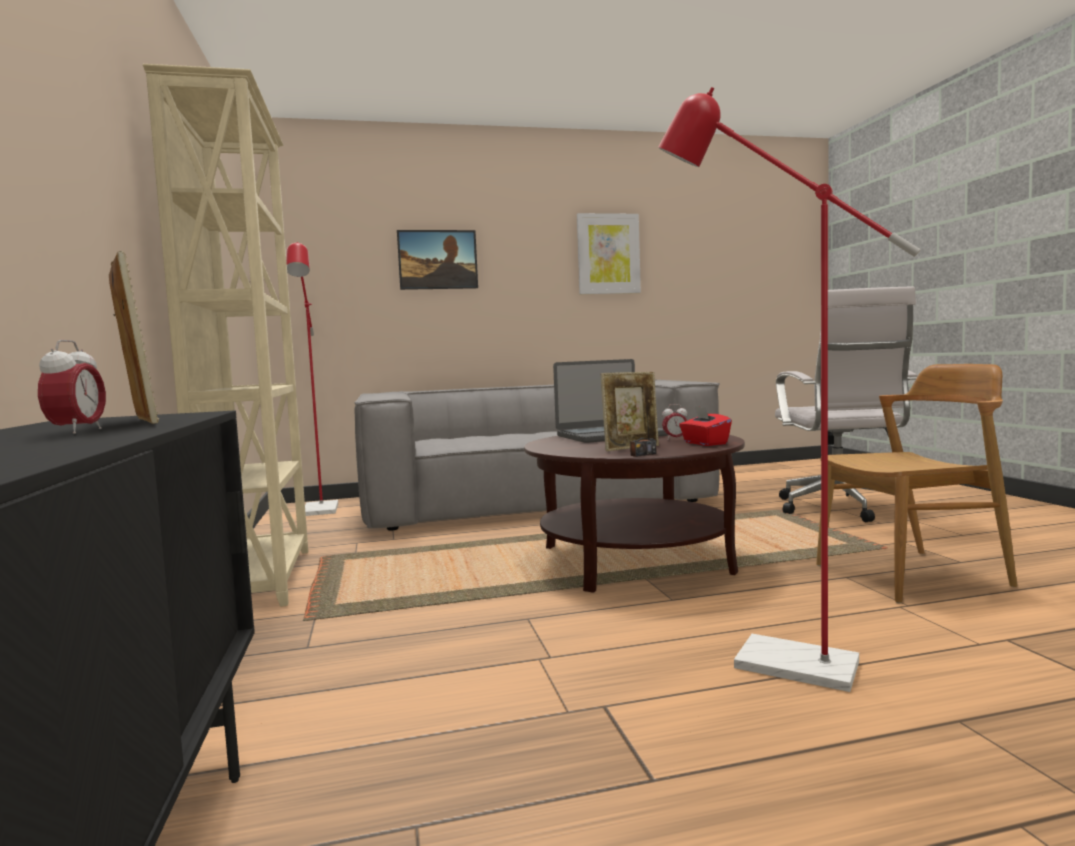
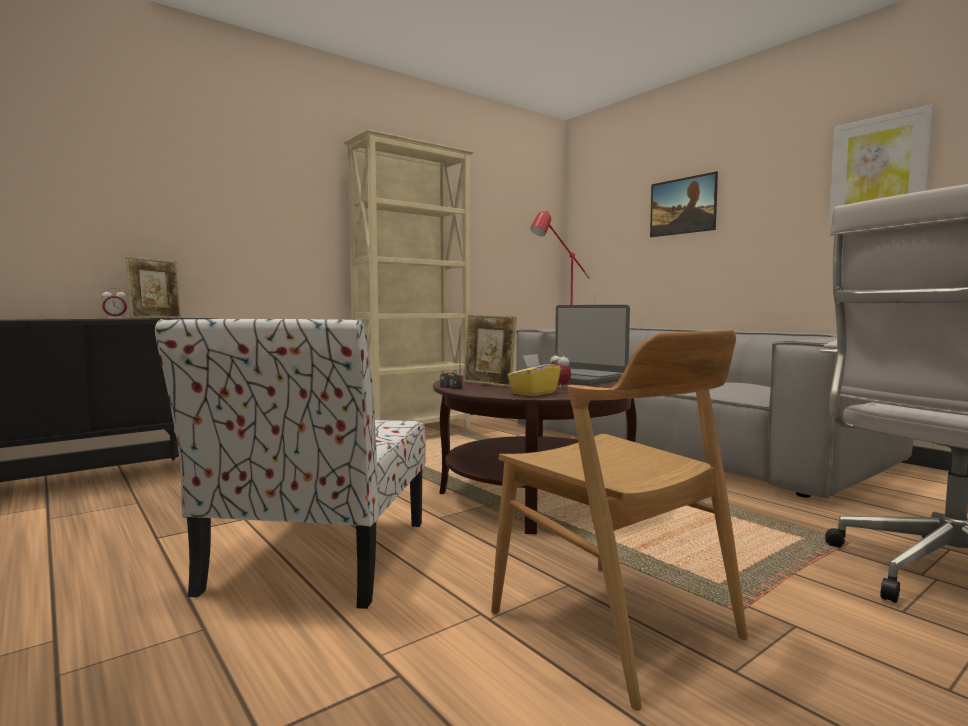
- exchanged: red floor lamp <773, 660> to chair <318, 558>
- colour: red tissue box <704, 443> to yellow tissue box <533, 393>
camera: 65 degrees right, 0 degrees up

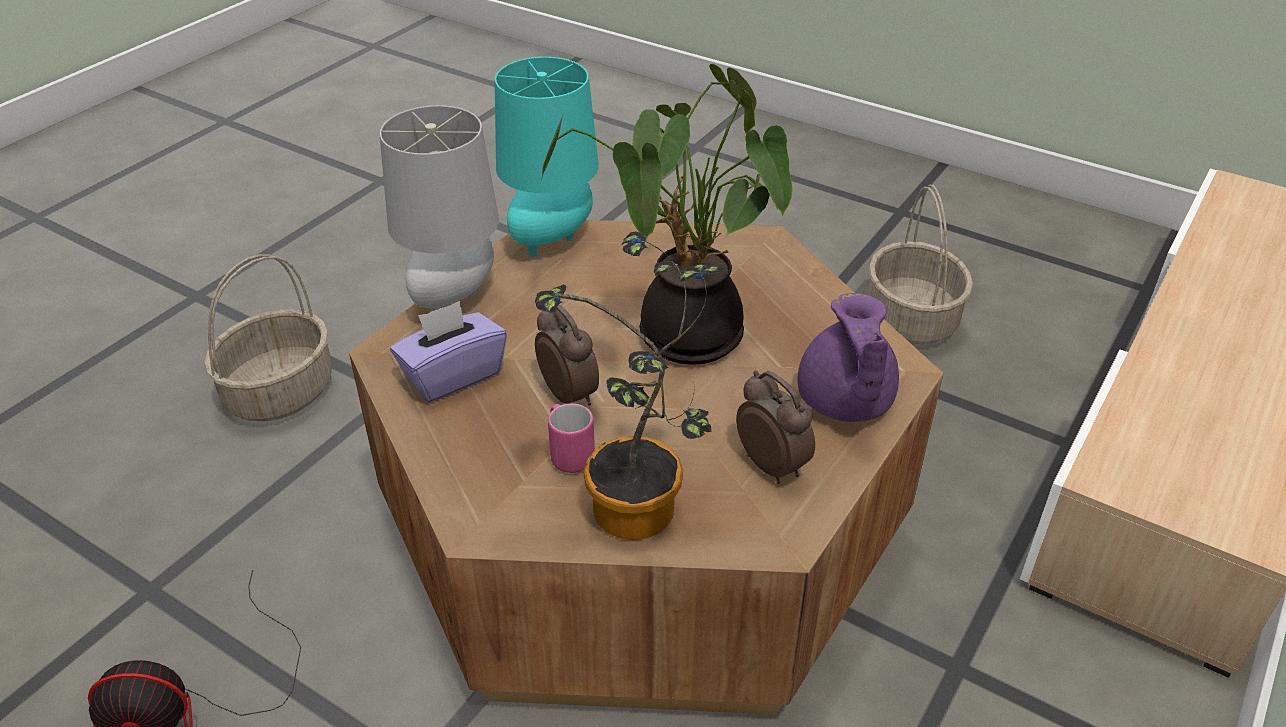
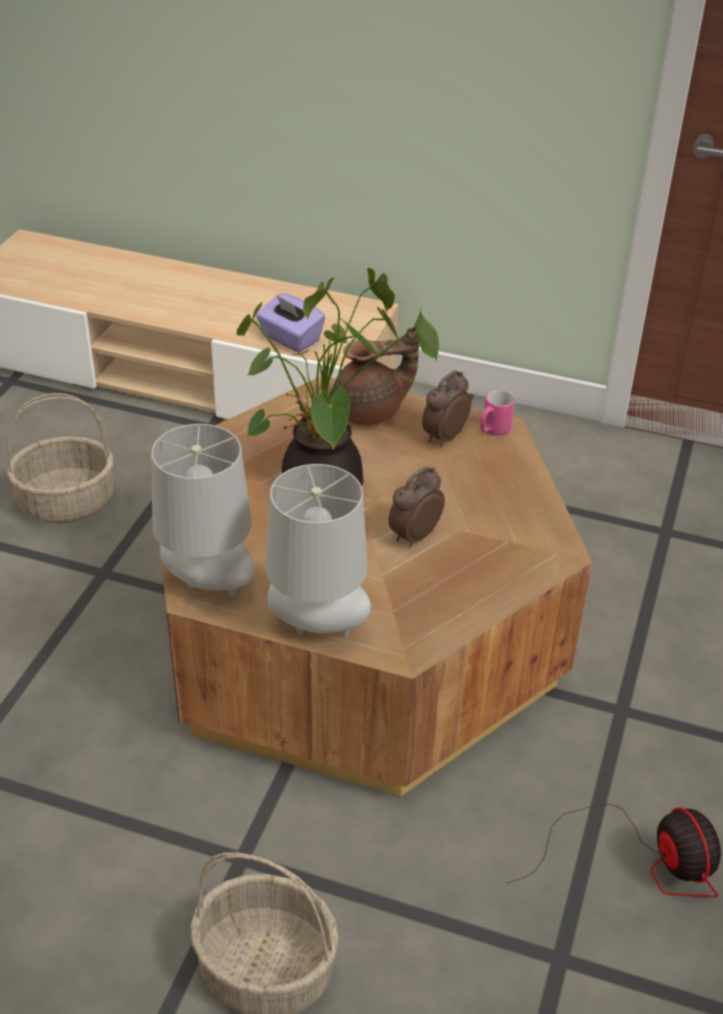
- colour: turquoise table lamp <552, 241> to grey table lamp <206, 586>
- missing: potted plant <639, 519>
- colour: purple teapot <844, 403> to brown teapot <370, 412>
- relocated: purple tissue box <452, 375> to <290, 339>
- relocated: pink mug <568, 454> to <493, 430>
camera: 105 degrees left, 0 degrees up

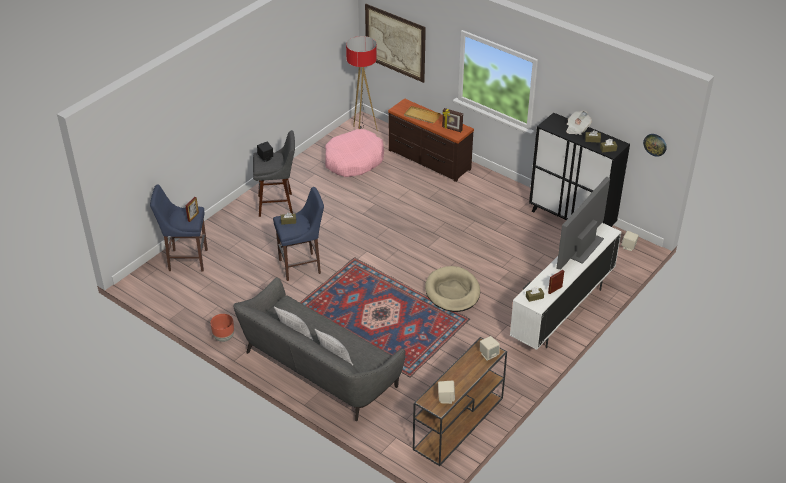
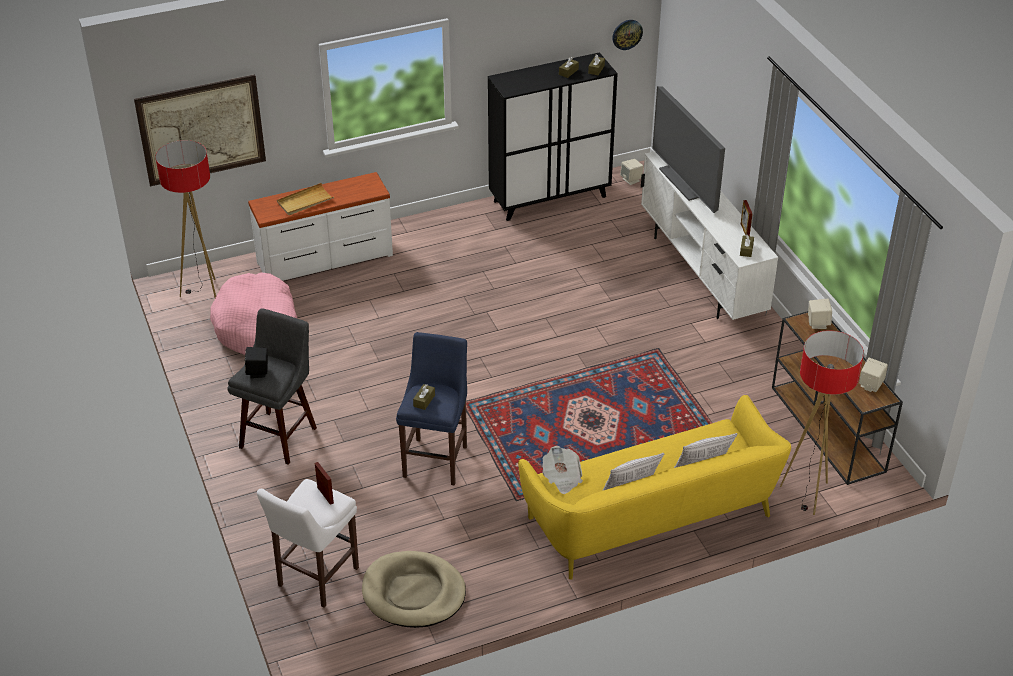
- colour: brown dresser <428, 160> to white dresser <325, 260>
- missing: picture frame <452, 129>
- relocated: newspaper <577, 129> to <562, 478>
- colour: blue stool <185, 260> to white stool <315, 579>
- relocated: beige dog bed <452, 291> to <413, 593>
- colour: grey sofa <318, 369> to yellow sofa <653, 518>
- missing: brown planter <223, 337>
- appeared: floor lamp <806, 494>
camera: 60 degrees left, 0 degrees up

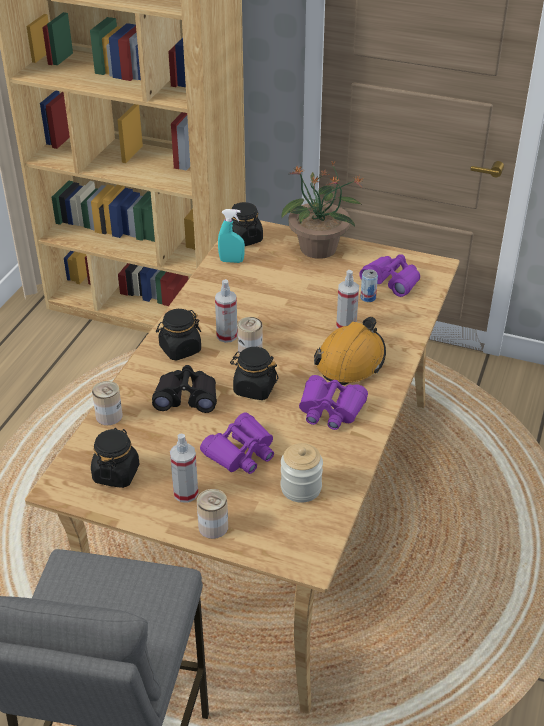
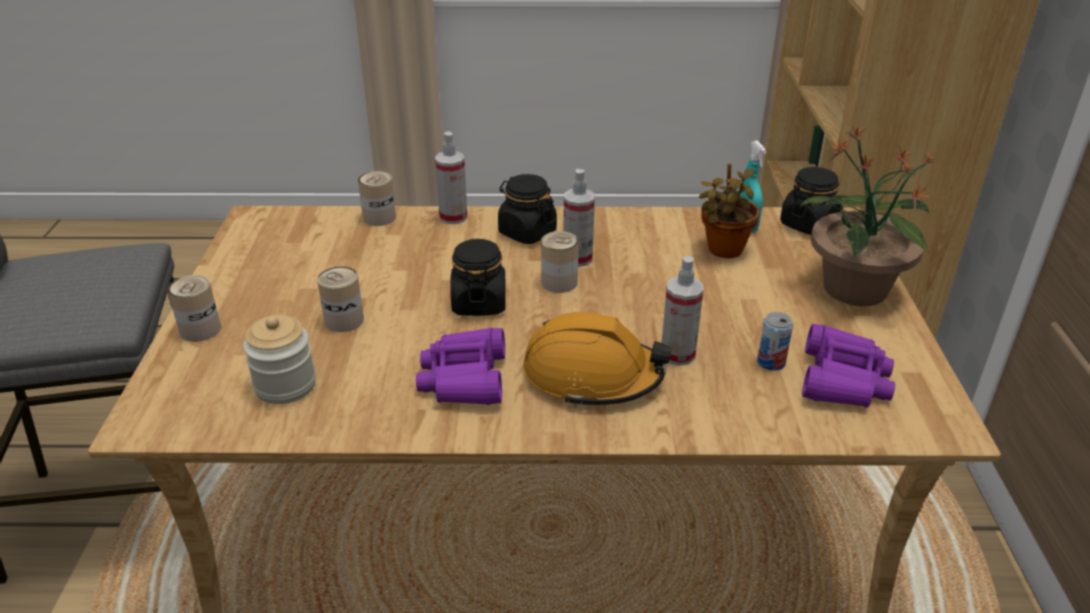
- missing: black binoculars <186, 397>
- exchanged: purple binoculars <241, 452> to can <344, 320>
- missing: black jar <116, 473>
- relocated: spray bottle <186, 493> to <453, 217>
- appeared: potted plant <723, 251>
camera: 70 degrees right, 5 degrees down

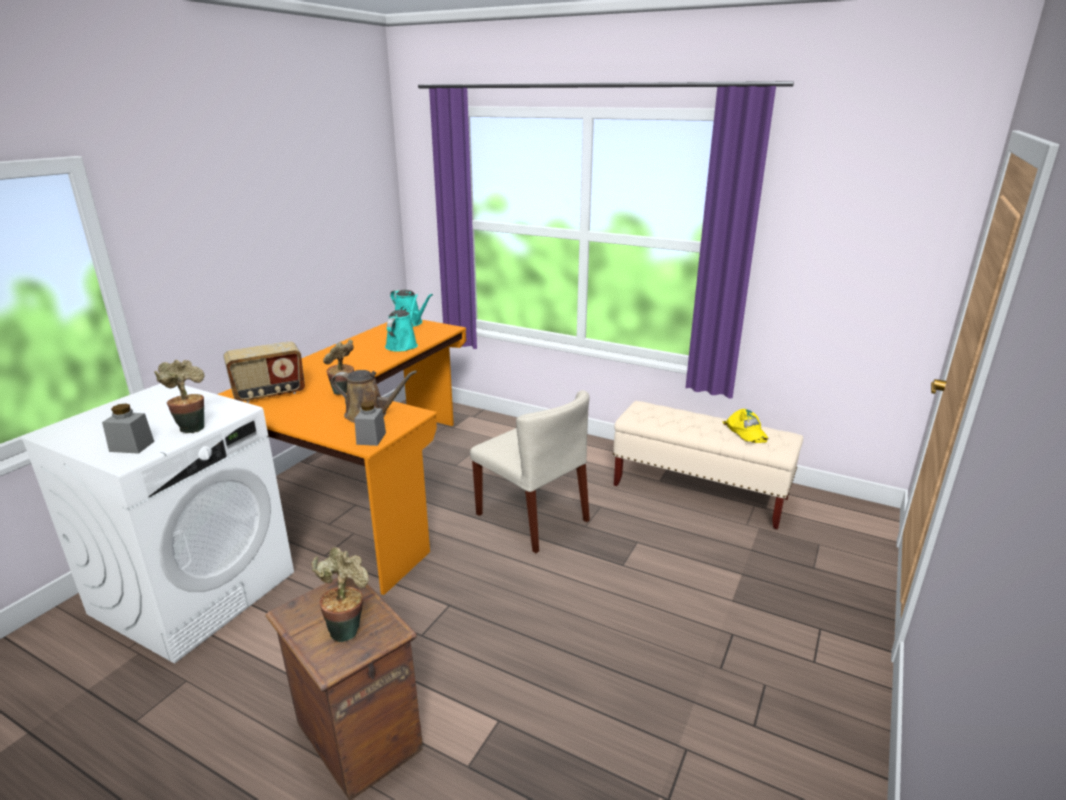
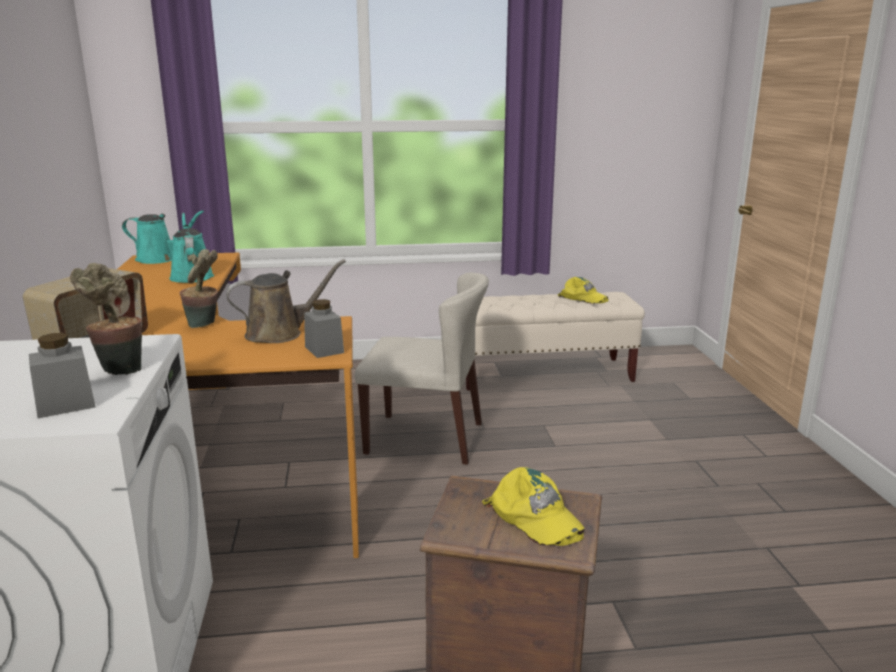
- exchanged: potted plant <347, 628> to yellow cap <534, 517>
camera: 35 degrees left, 5 degrees down

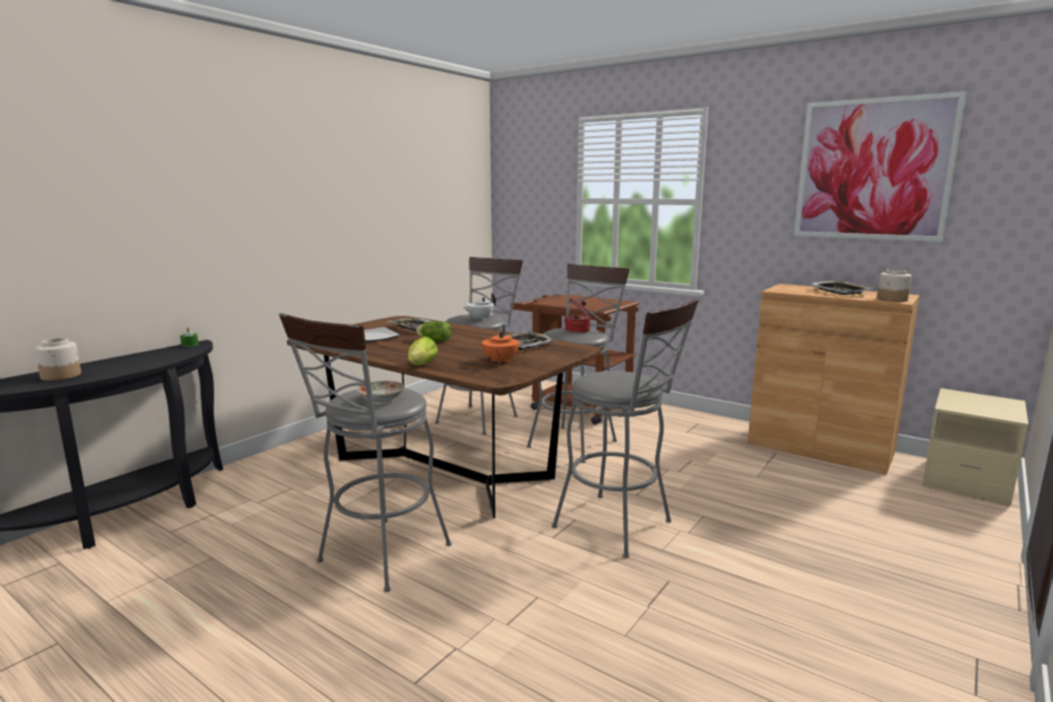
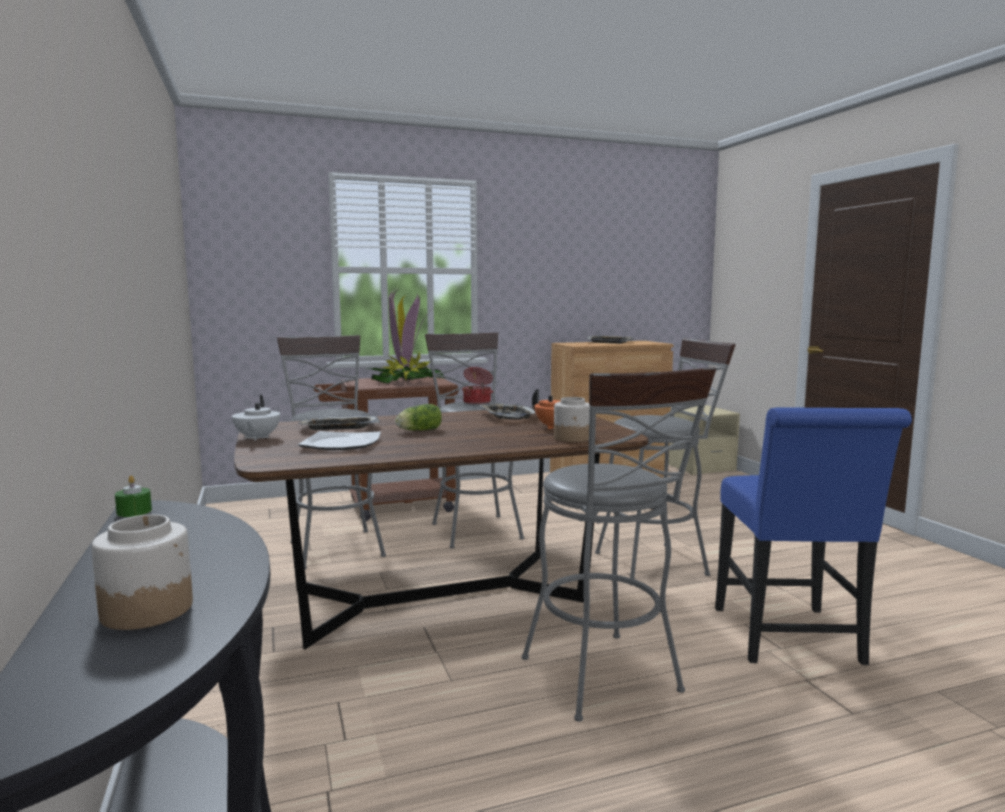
- missing: picture <873, 170>
- relocated: jar <892, 299> to <572, 438>
- relocated: white teapot <479, 318> to <257, 438>
- missing: lettuce <421, 366>
- missing: plate <382, 399>
- appeared: potted plant <407, 382>
- appeared: blue chair <790, 640>
camera: 55 degrees left, 5 degrees down

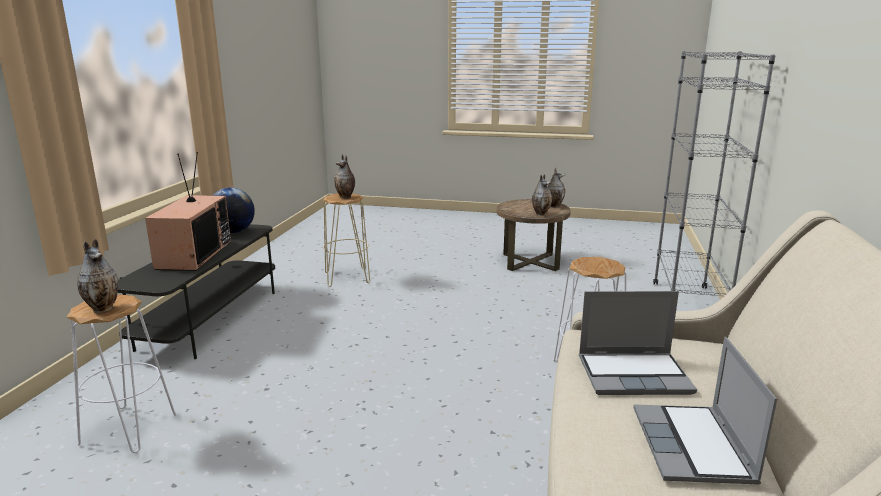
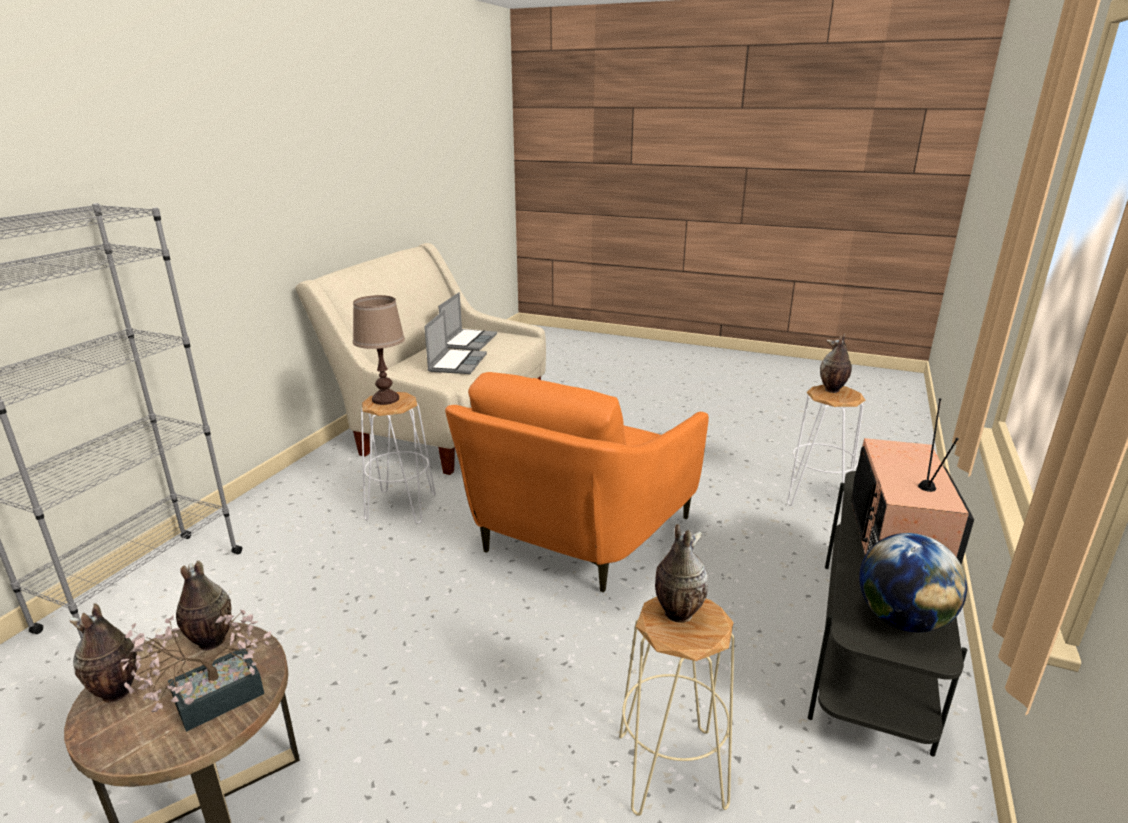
- spun: laptop <634, 375> = <457, 363> 90 degrees clockwise
- appeared: brown table lamp <385, 399>
- appeared: orange armchair <574, 535>
- appeared: potted plant <208, 702>
camera: 170 degrees left, 5 degrees up

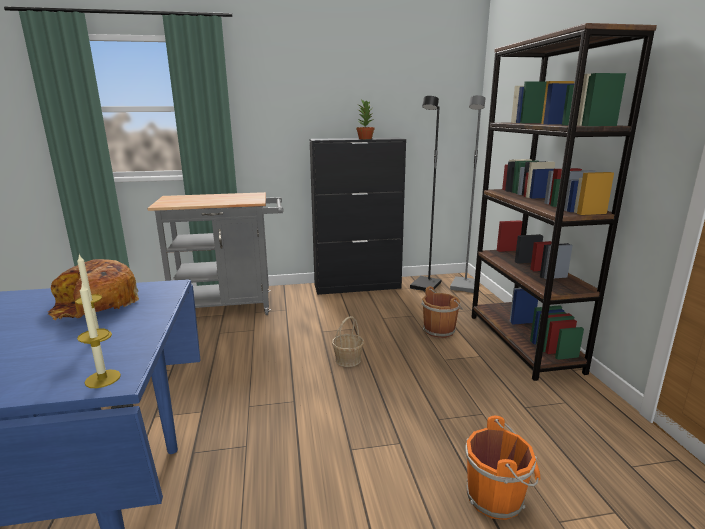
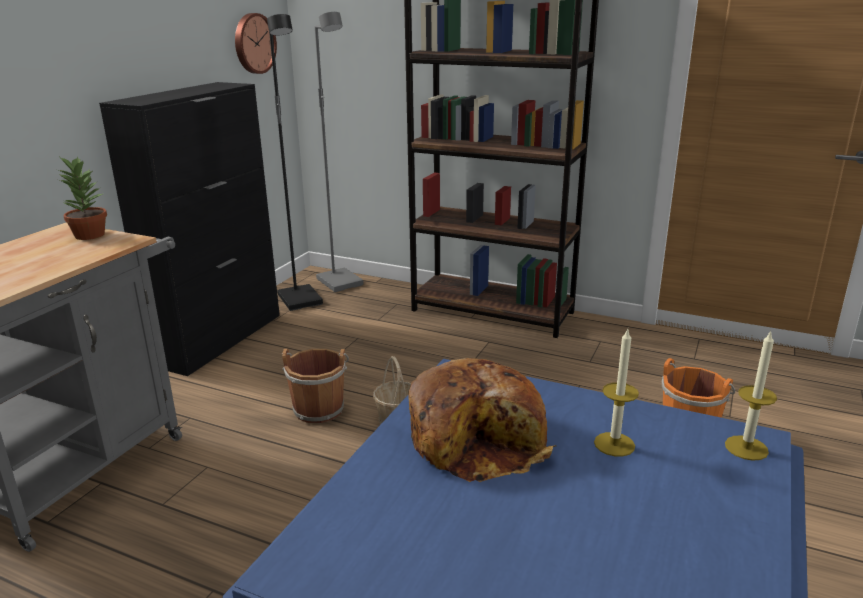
- relocated: potted plant <365, 138> to <89, 235>
- relocated: brown bucket <440, 330> to <318, 408>
- appeared: wall clock <253, 43>
camera: 55 degrees left, 5 degrees up

